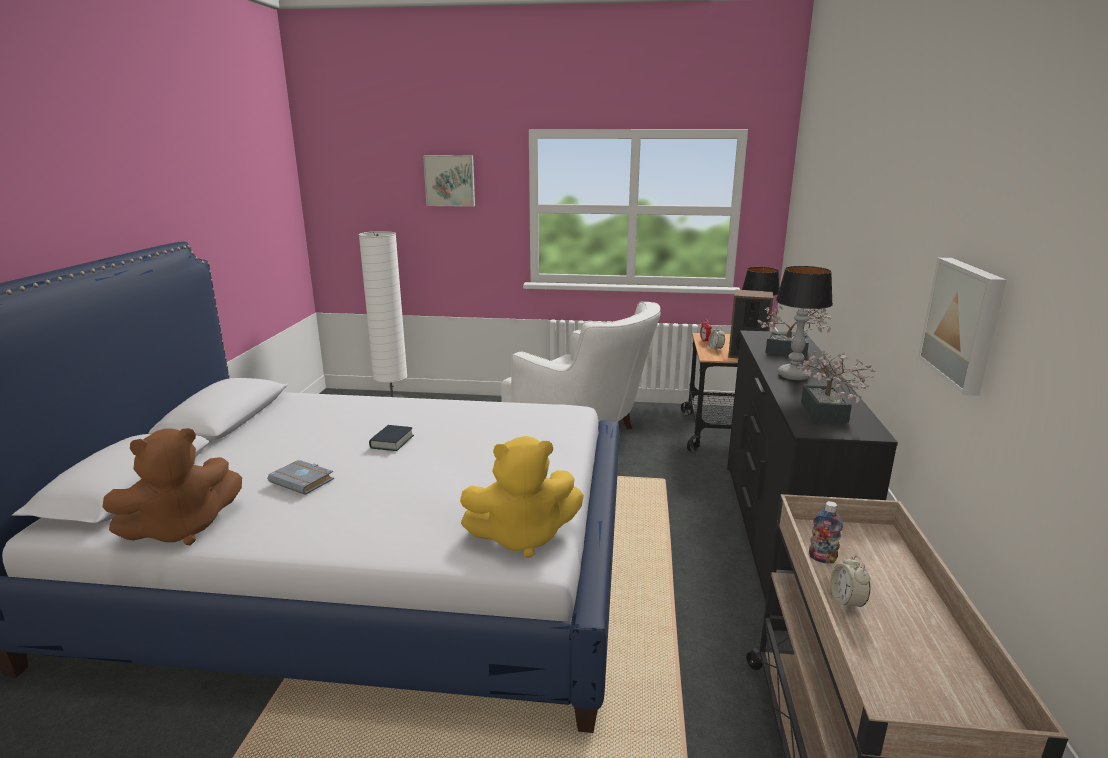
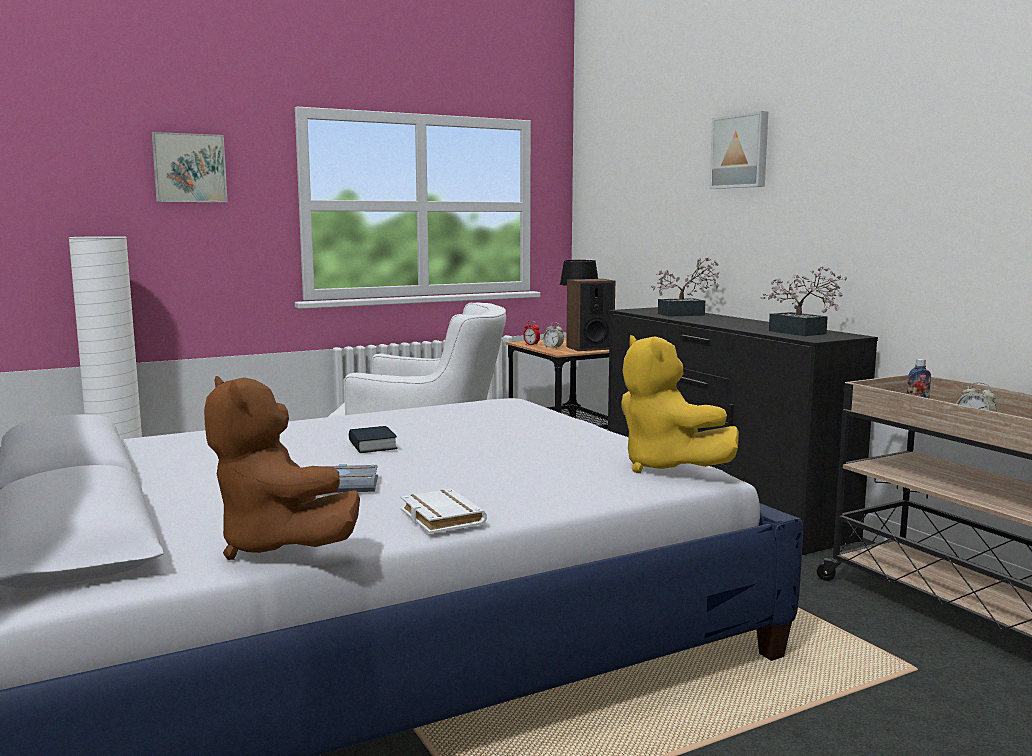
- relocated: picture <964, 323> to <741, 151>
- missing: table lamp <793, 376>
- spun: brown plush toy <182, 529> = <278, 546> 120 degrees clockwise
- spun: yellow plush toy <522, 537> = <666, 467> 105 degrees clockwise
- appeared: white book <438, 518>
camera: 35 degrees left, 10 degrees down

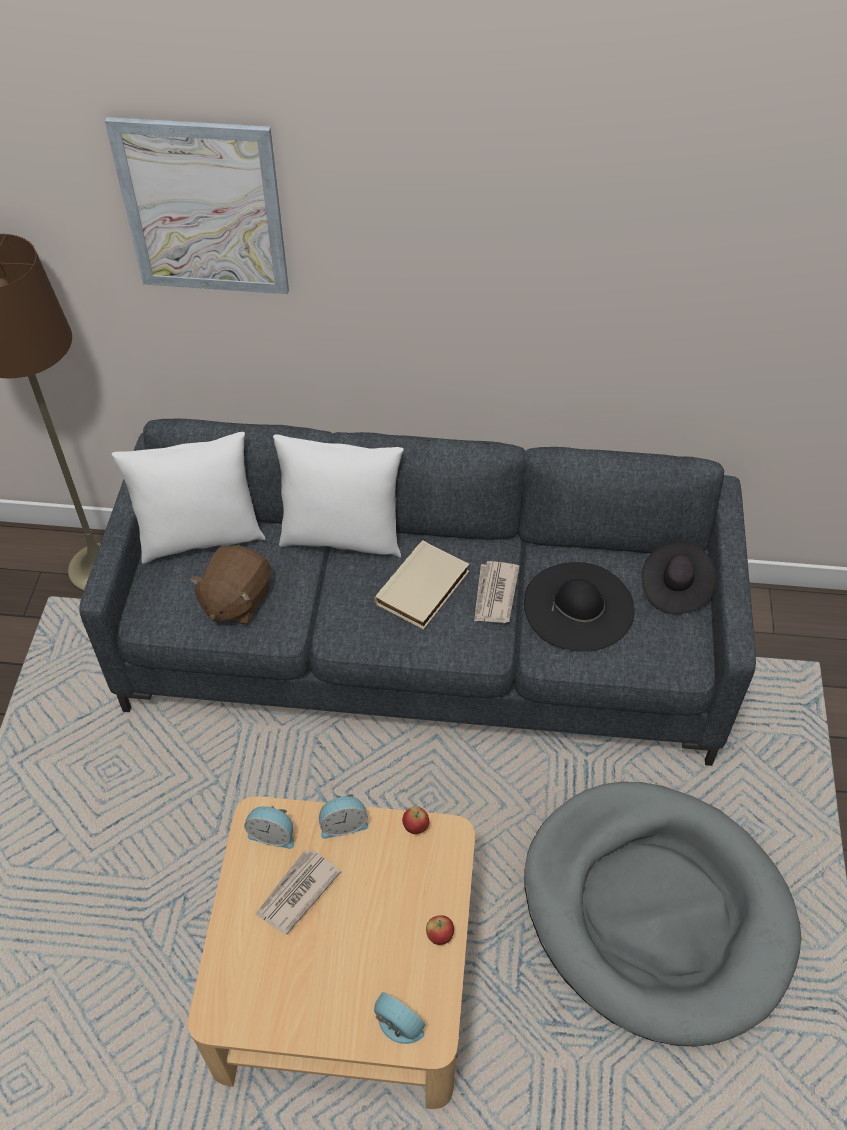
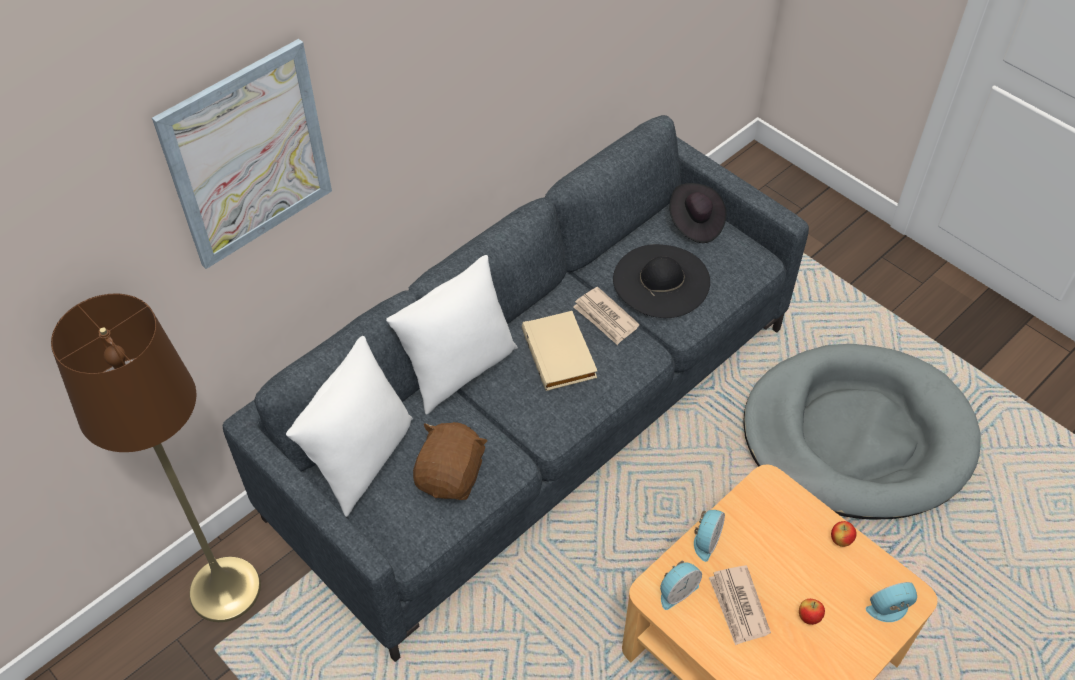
- spun: brown plush toy <236, 600> = <451, 476> 135 degrees counterclockwise
- relocated: apple <415, 827> to <808, 617>
camera: 50 degrees left, 0 degrees up

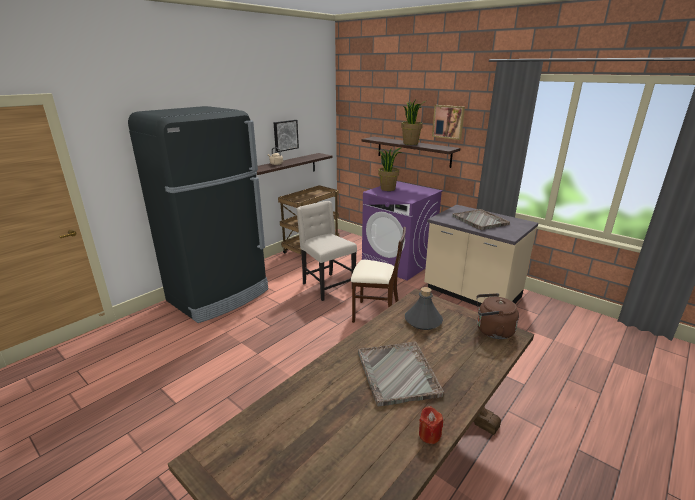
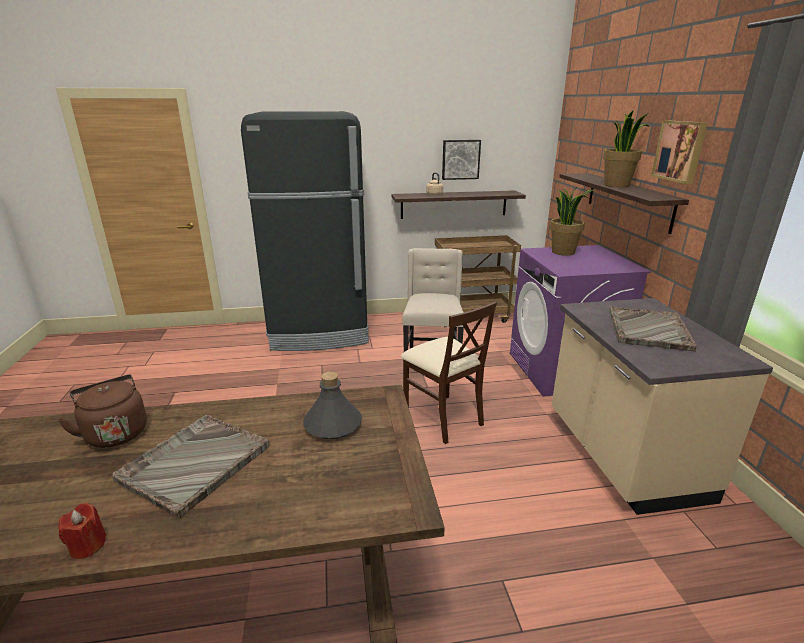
- relocated: brown kettle <492, 331> to <115, 432>
camera: 40 degrees right, 0 degrees up

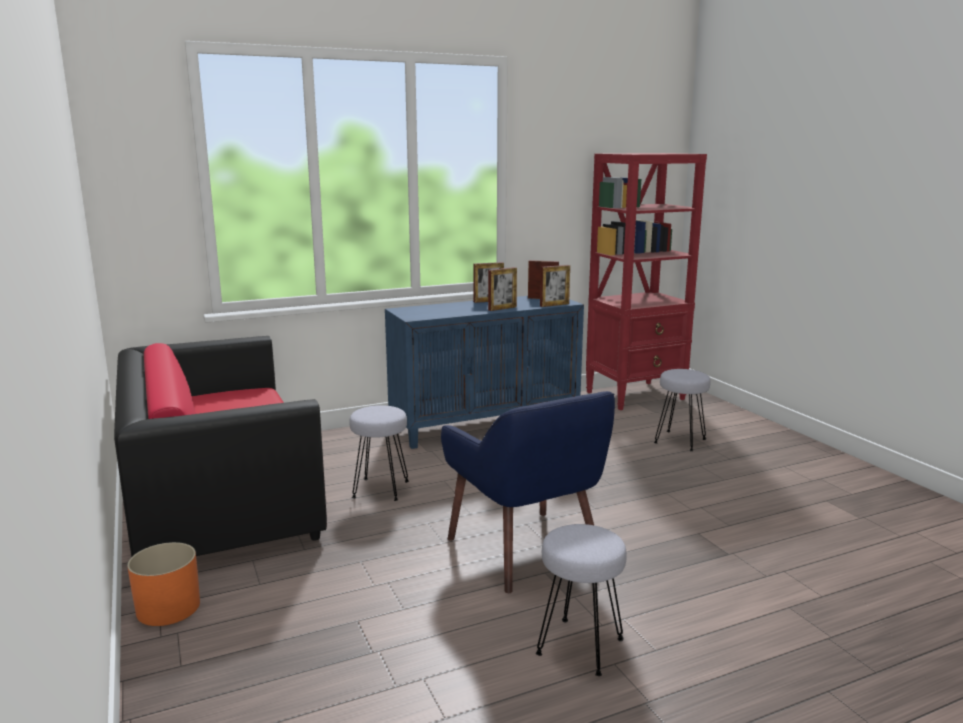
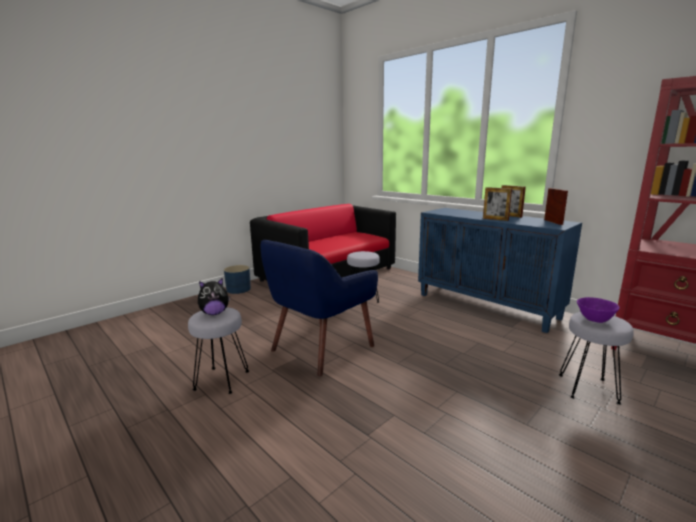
- missing: picture frame <554, 305>
- colour: orange planter <168, 608> to blue planter <238, 289>
- appeared: plush toy <214, 313>
- appeared: purple bowl <594, 320>
camera: 70 degrees right, 0 degrees up

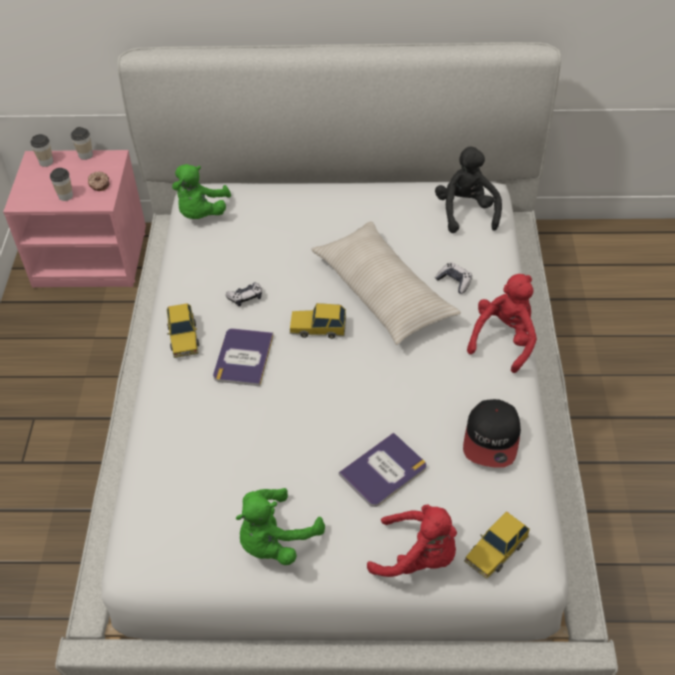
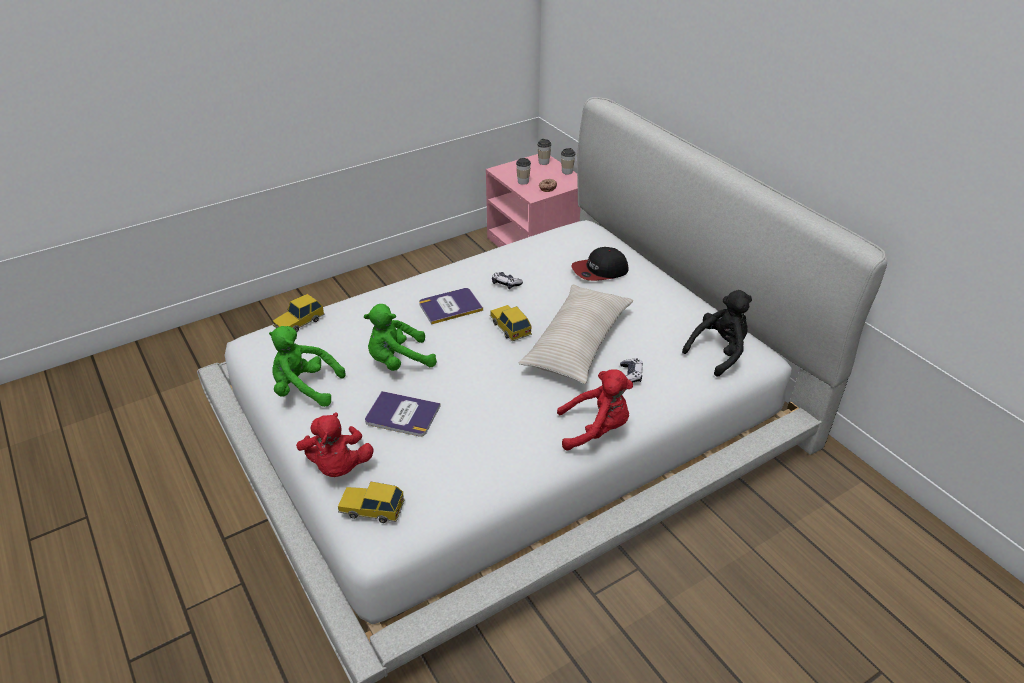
- relocated: green plush toy <201, 213> to <398, 361>
- relocated: toy car <183, 337> to <299, 322>
- relocated: cap <492, 438> to <599, 271>
camera: 55 degrees right, 10 degrees down

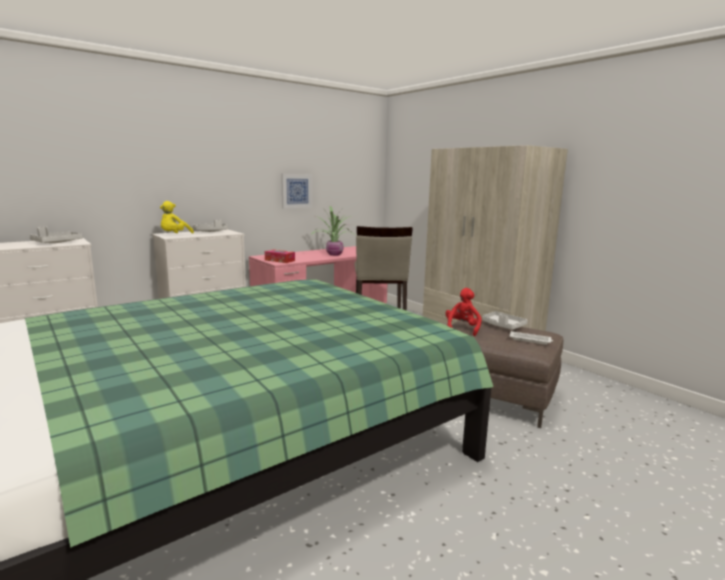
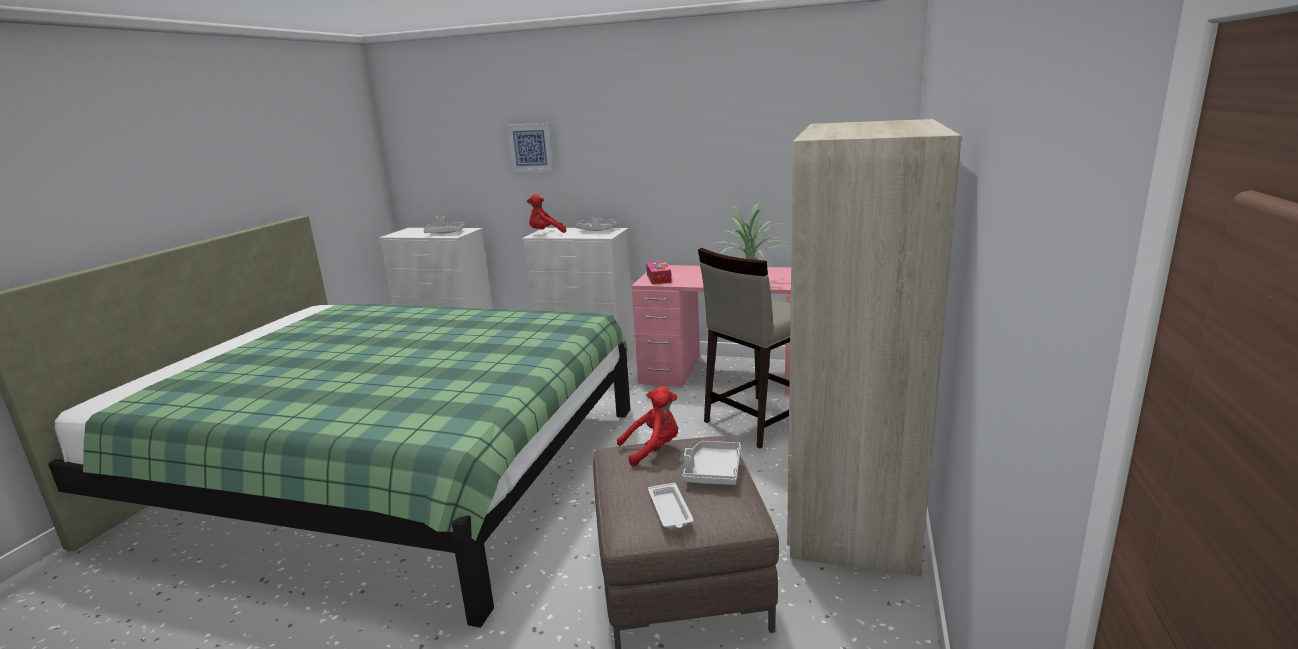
- relocated: picture <296, 191> to <531, 147>
- colour: yellow plush toy <174, 235> to red plush toy <546, 233>
camera: 55 degrees right, 5 degrees up

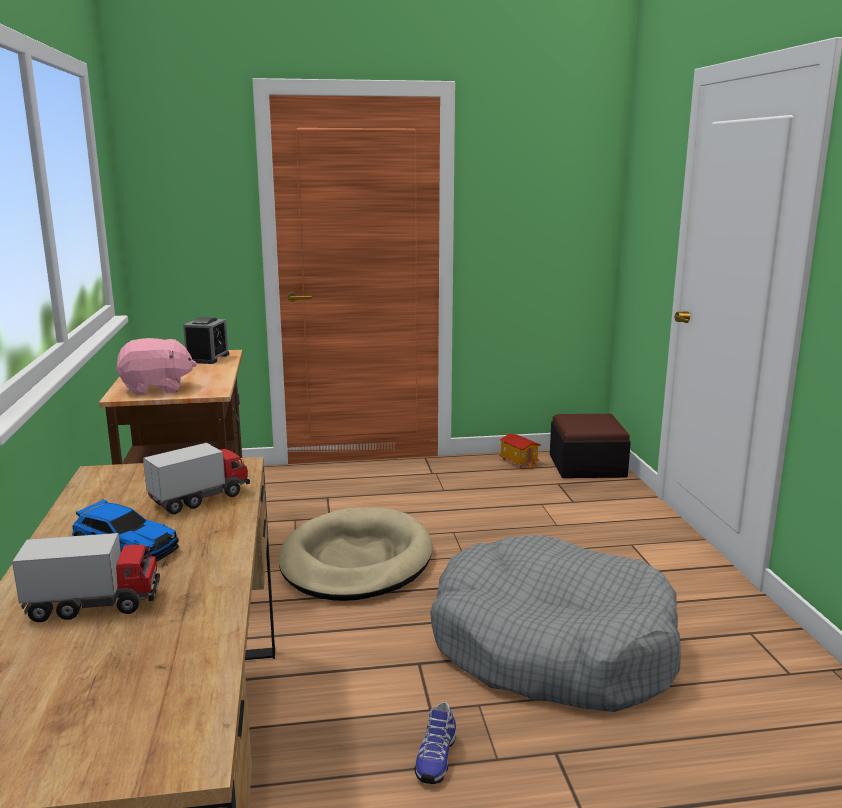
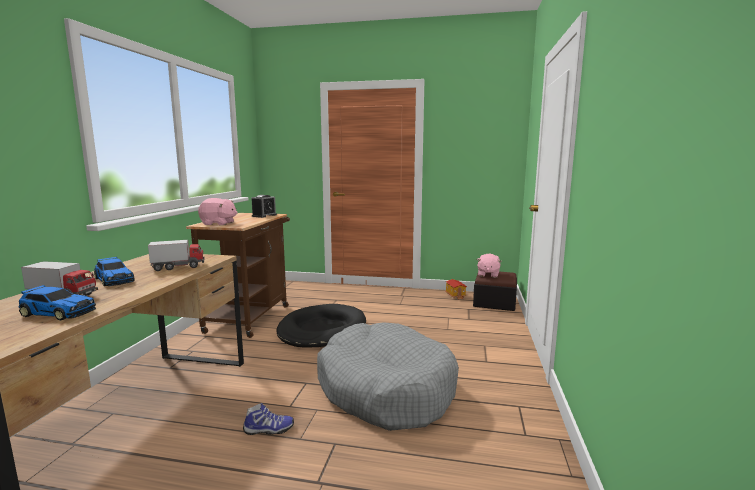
- colour: beige dog bed <356, 561> to black dog bed <322, 330>
- spun: shoe <435, 758> = <268, 430> 135 degrees counterclockwise
- appeared: pink plush toy <488, 274>
- appeared: toy car <58, 312>
camera: 20 degrees right, 5 degrees down

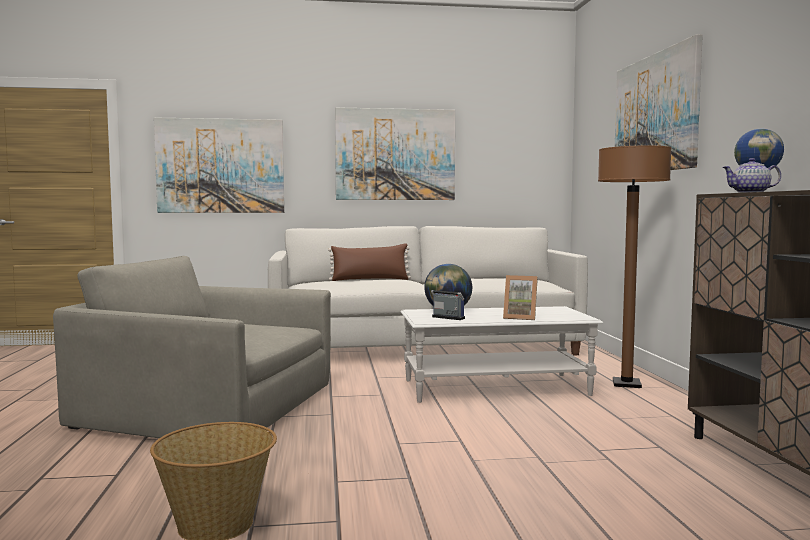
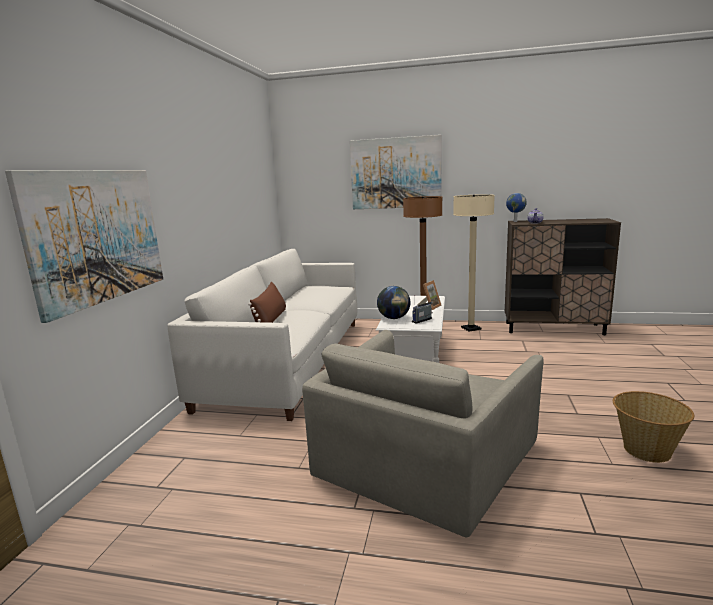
- missing: picture <395, 154>
- appeared: beige floor lamp <471, 328>
camera: 70 degrees left, 10 degrees up

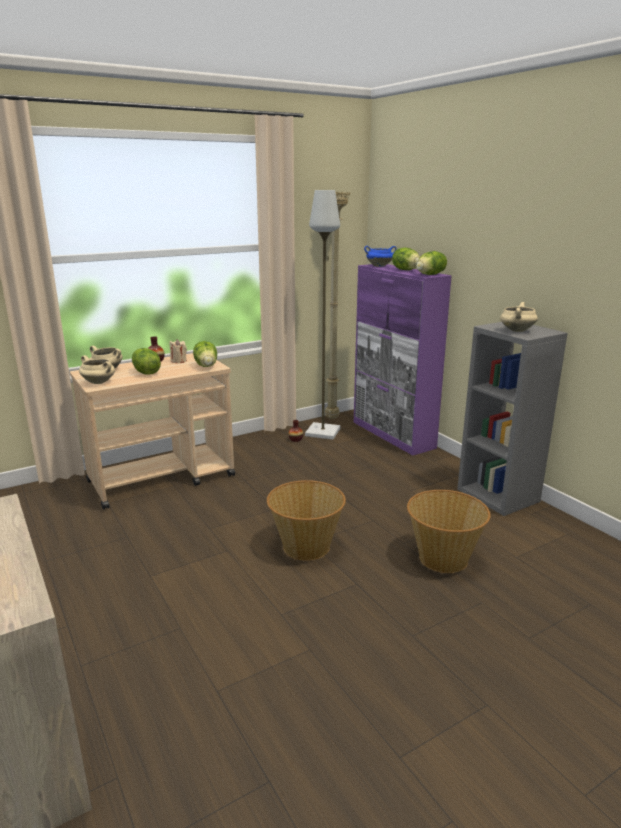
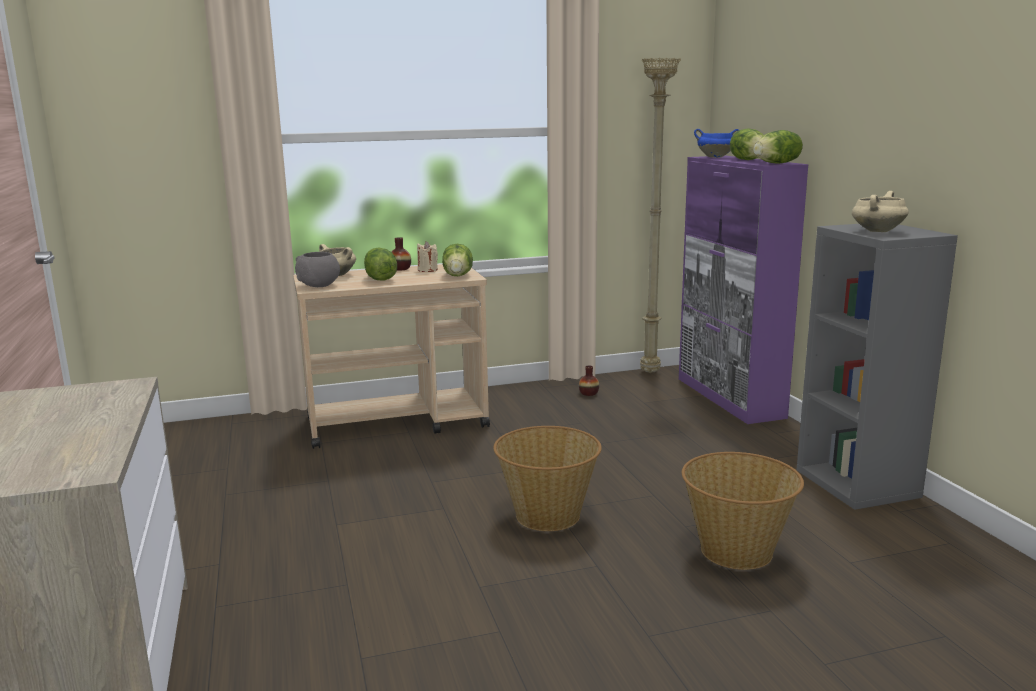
- missing: grey floor lamp <323, 432>
- exchanged: beige cooking pot <99, 382> to grey bowl <319, 285>
camera: 15 degrees right, 5 degrees down

